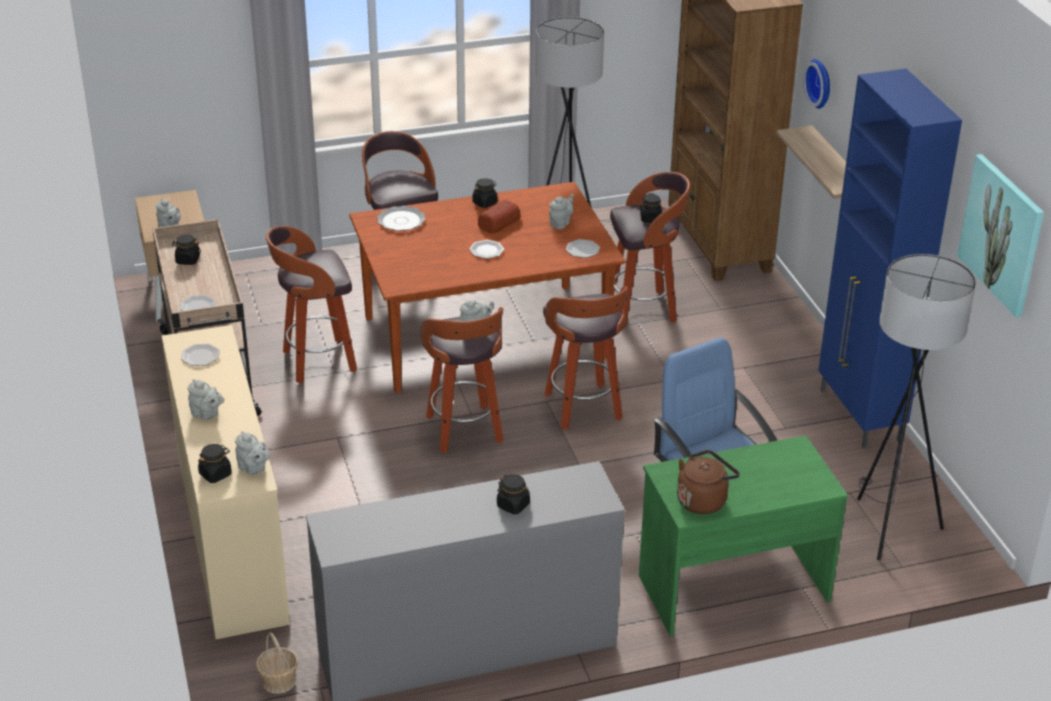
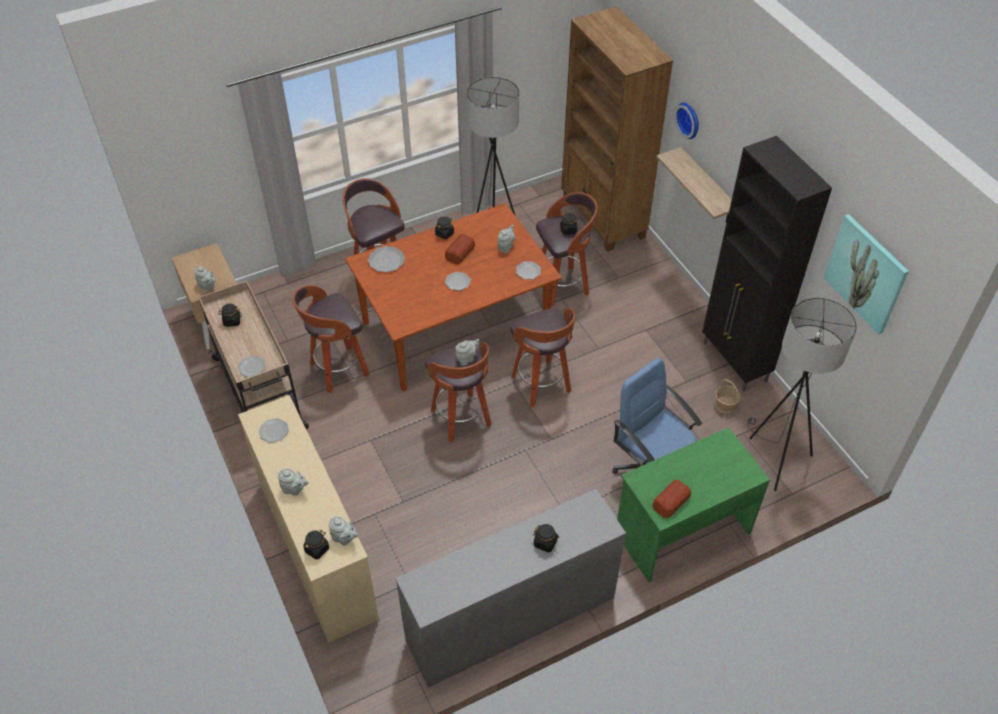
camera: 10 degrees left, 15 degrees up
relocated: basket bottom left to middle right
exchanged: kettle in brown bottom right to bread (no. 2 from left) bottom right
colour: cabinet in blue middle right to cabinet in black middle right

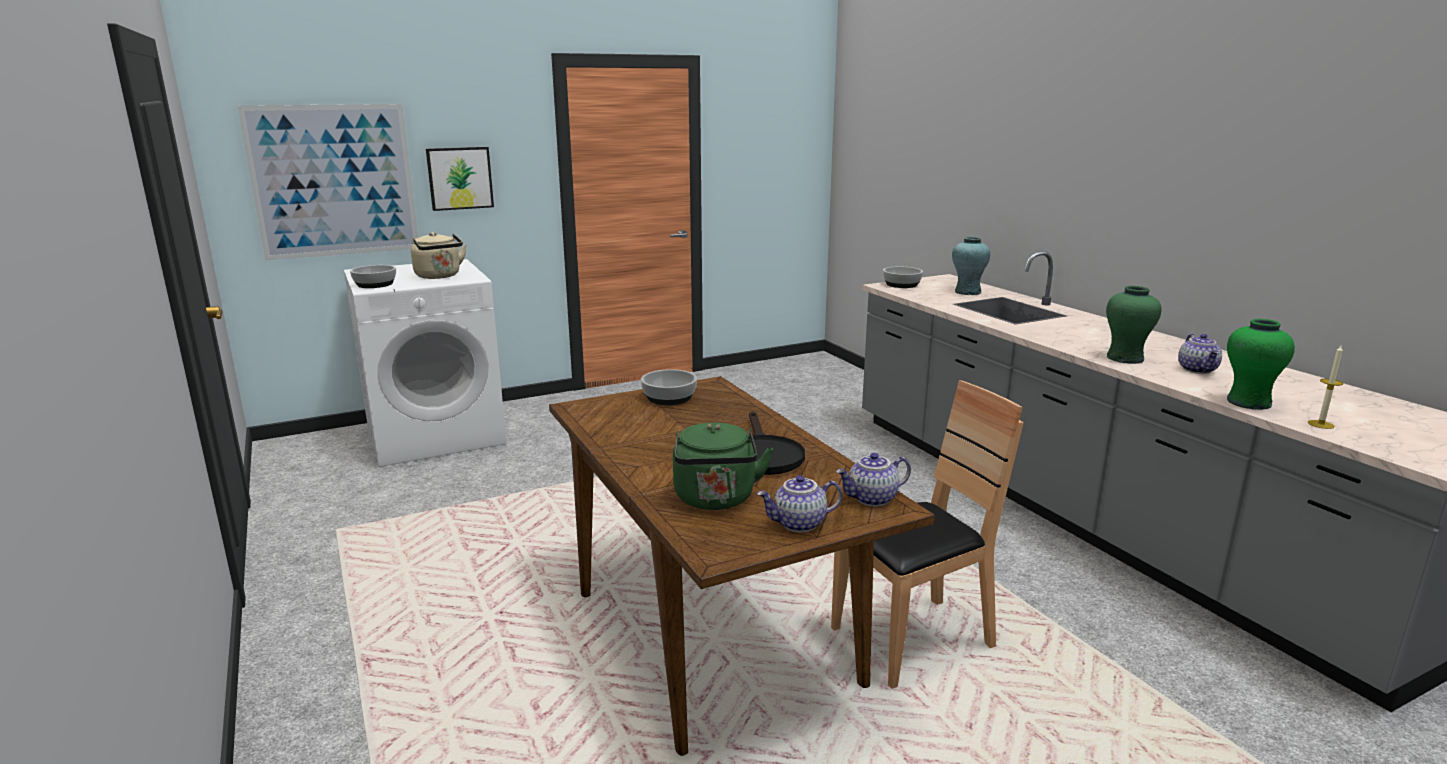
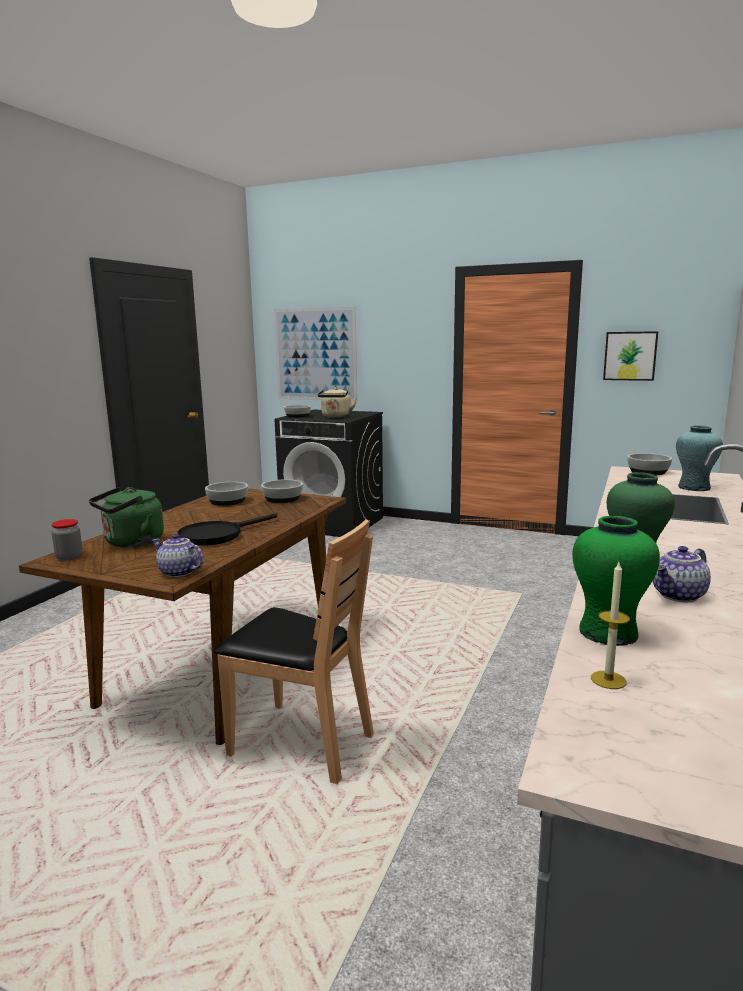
camera: 50 degrees right, 5 degrees down
missing: teapot (no. 1 from left) centre
appeared: jar middle left; bowl (no. 1 from left) middle left
relocated: picture (no. 2 from left) top left to middle right
colour: washing machine in white middle left to washing machine in black centre

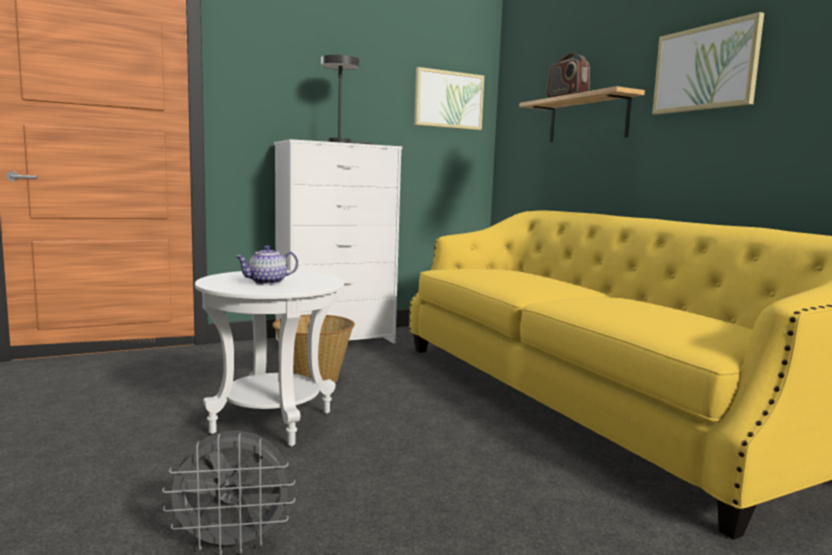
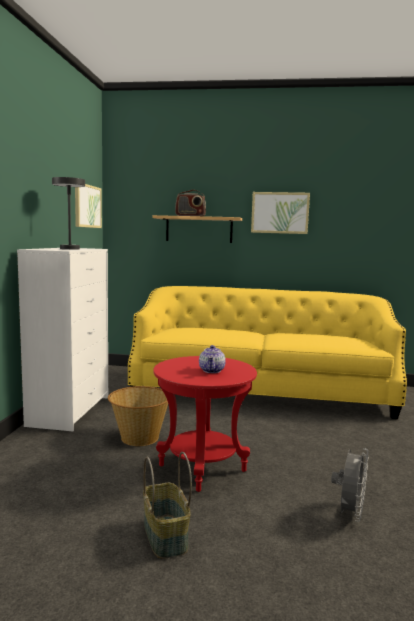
camera: 55 degrees left, 0 degrees up
appeared: basket (no. 2 from left) bottom centre
colour: side table in white middle left to side table in red bottom centre

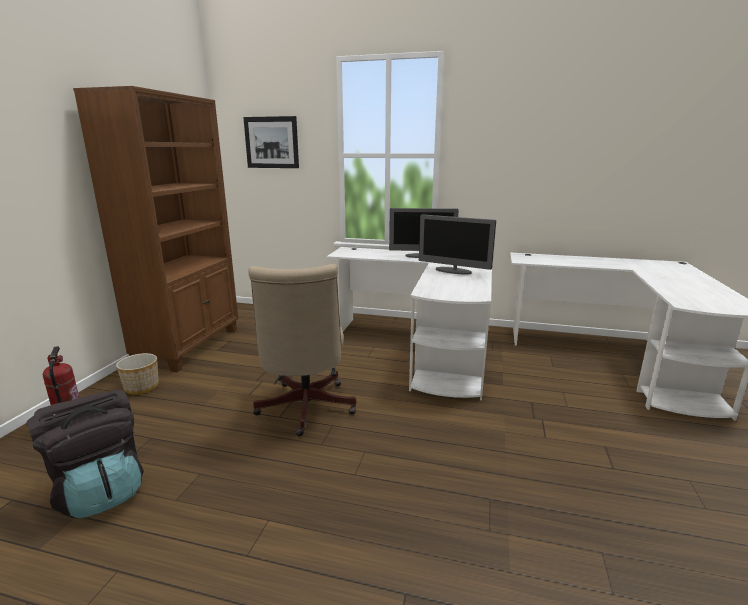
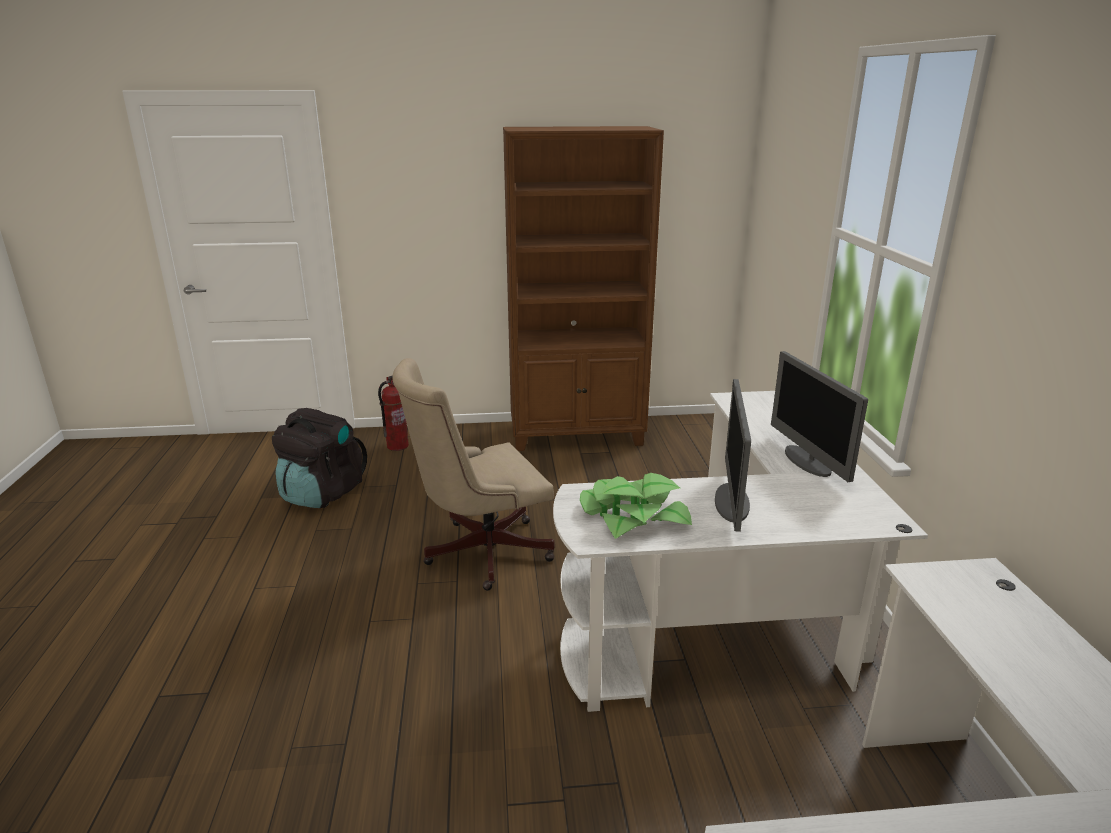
camera: 70 degrees right, 5 degrees up
missing: planter middle left; picture top centre
appeared: potted plant centre

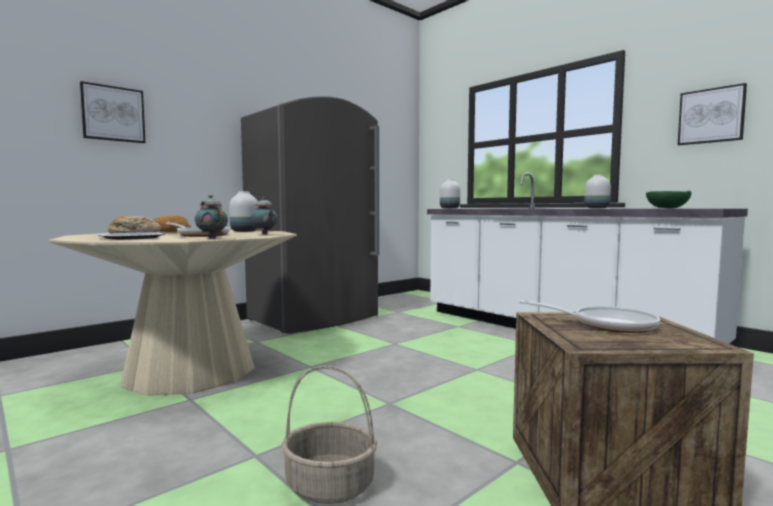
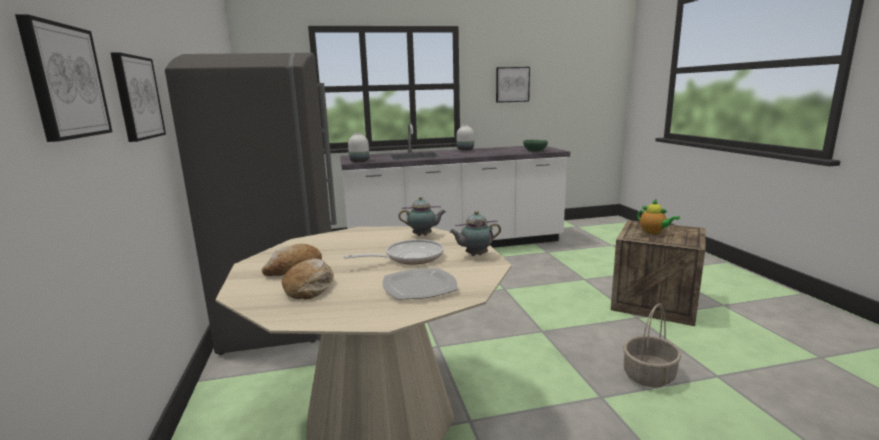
camera: 60 degrees left, 10 degrees up
missing: vase in white (no. 1 from left) middle left
appeared: picture (no. 2 from left) top left
exchanged: frying pan (no. 2 from left) middle right to teapot (no. 3 from left) middle right

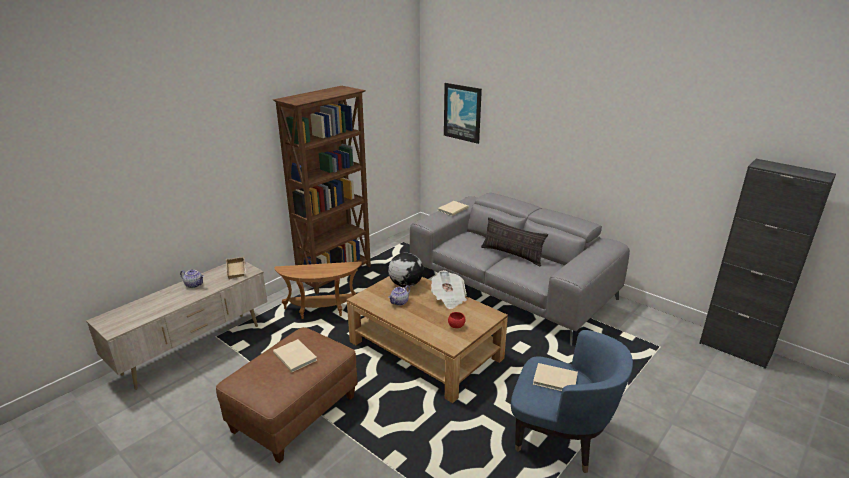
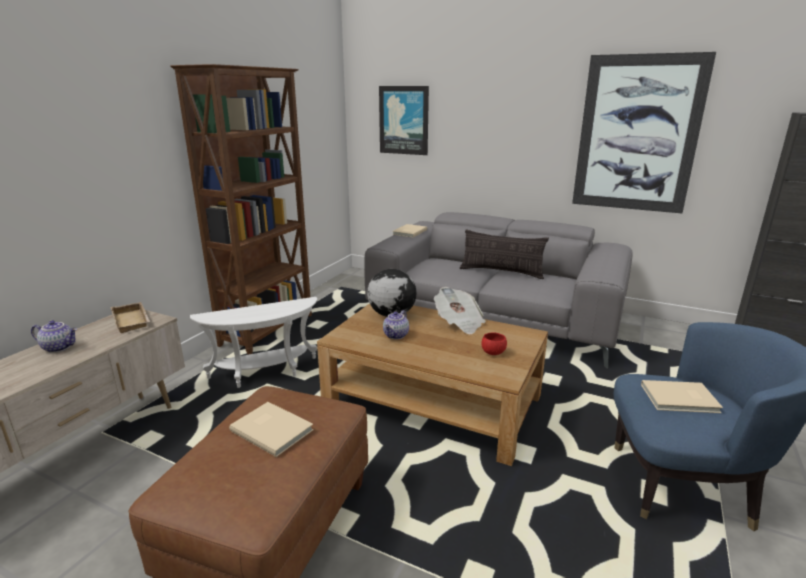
camera: 15 degrees left, 5 degrees down
appeared: picture (no. 2 from left) top right
colour: side table in brown centre to side table in white middle left

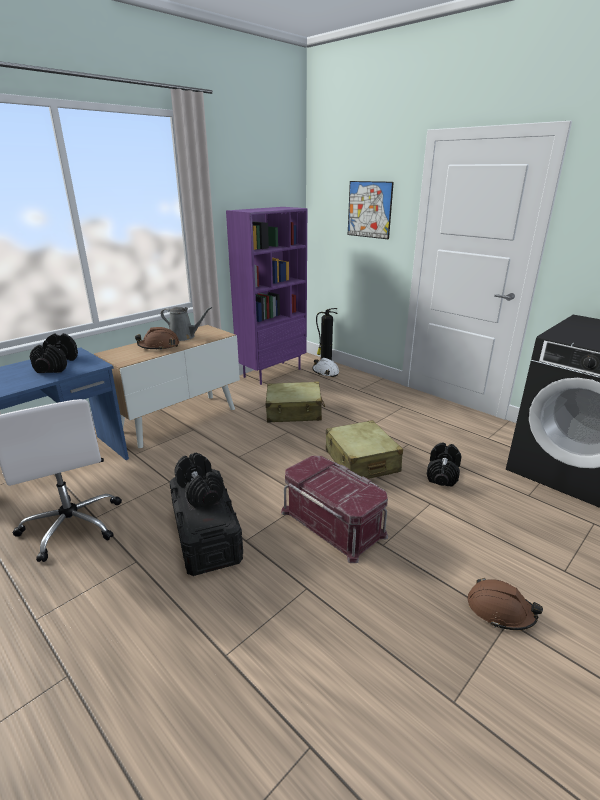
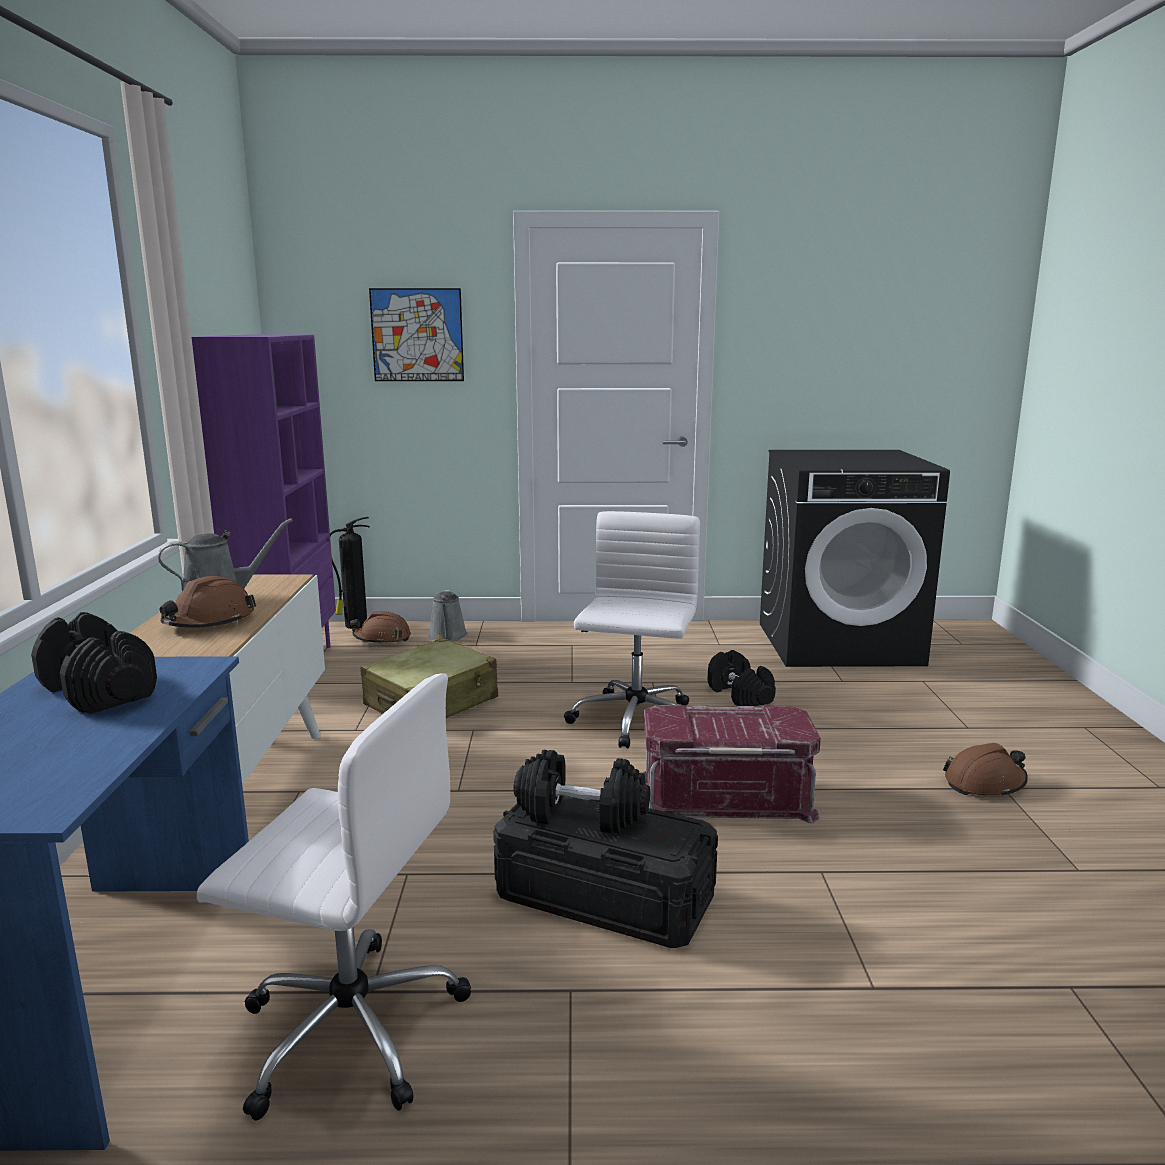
camera: 45 degrees left, 10 degrees down
appeared: watering can in grey (no. 2 from left) centre
exchanged: suitcase in beige (no. 2 from left) centre to office chair in white (no. 2 from left) centre
colour: hard hat in white centre to hard hat in brown (no. 2 from left) middle left

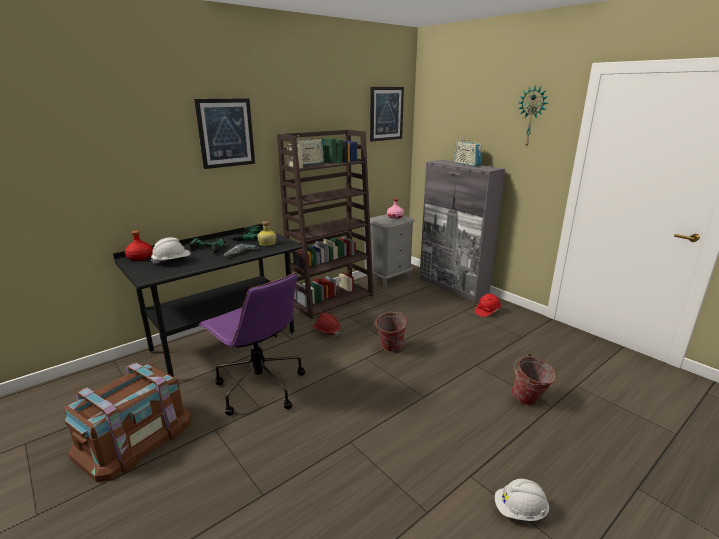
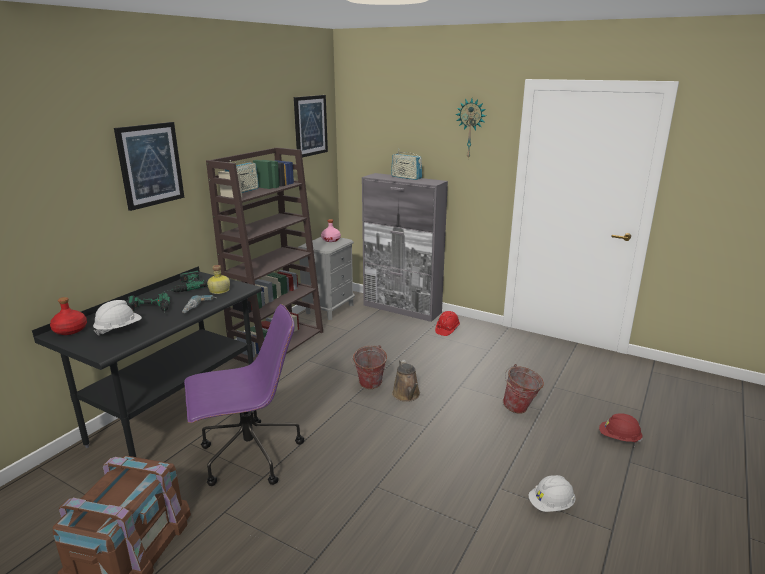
camera: 20 degrees left, 0 degrees up
appeared: watering can in brown centre
relocated: hard hat in red (no. 1 from left in the first image) centre to hard hat in red (no. 2 from left) bottom right
spun: office chair in purple centre = bottom left 45 degrees counterclockwise

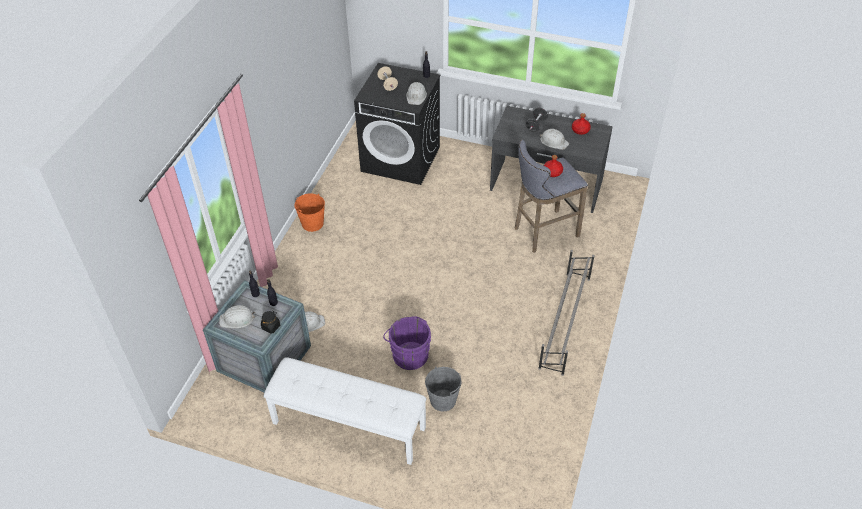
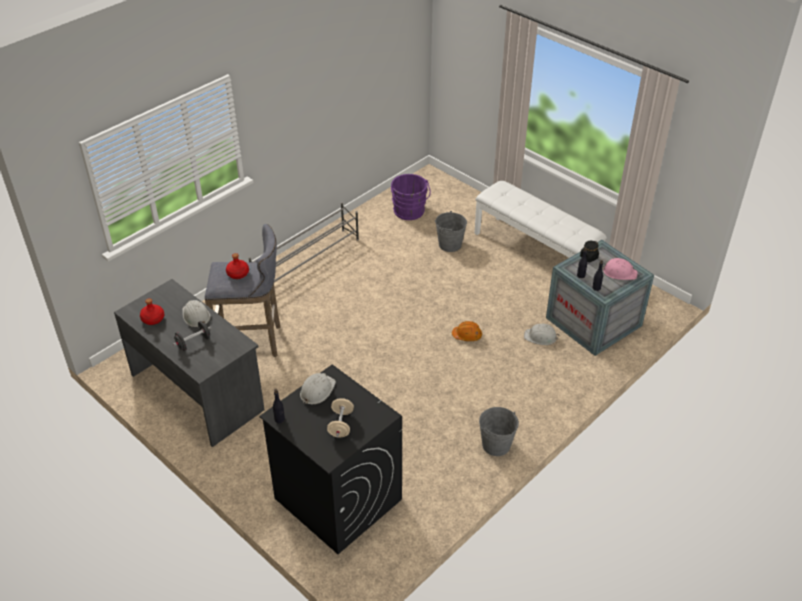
camera: 155 degrees left, 5 degrees down
appeared: hard hat in orange centre
relocated: bucket in purple bottom centre to top centre
colour: bucket in orange centre to bucket in grey (no. 2 from left) bottom centre; hard hat in white (no. 1 from left) middle left to hard hat in pink middle right

